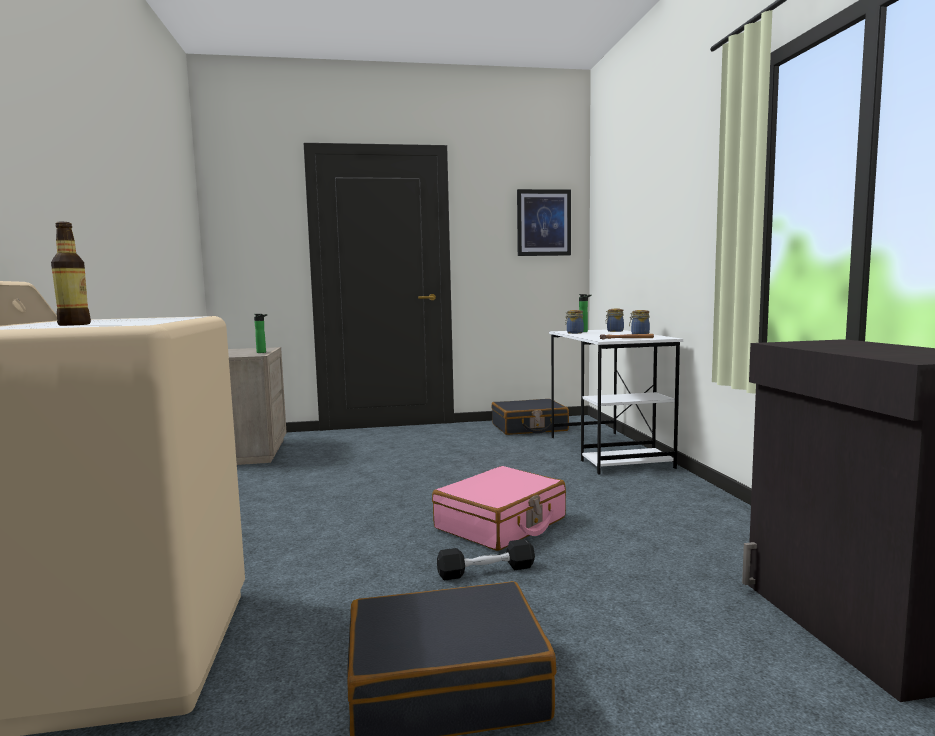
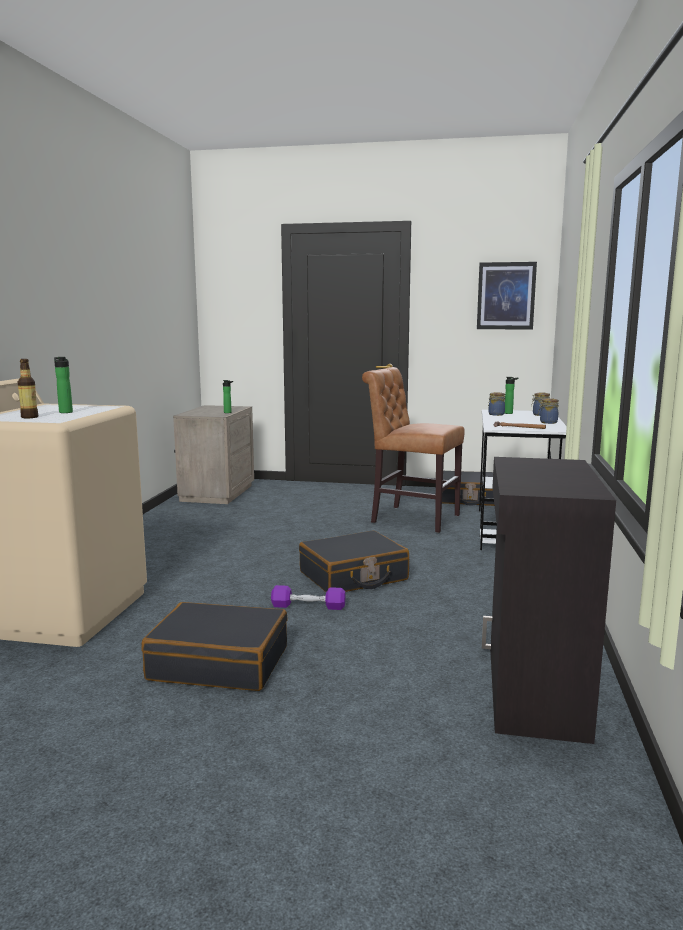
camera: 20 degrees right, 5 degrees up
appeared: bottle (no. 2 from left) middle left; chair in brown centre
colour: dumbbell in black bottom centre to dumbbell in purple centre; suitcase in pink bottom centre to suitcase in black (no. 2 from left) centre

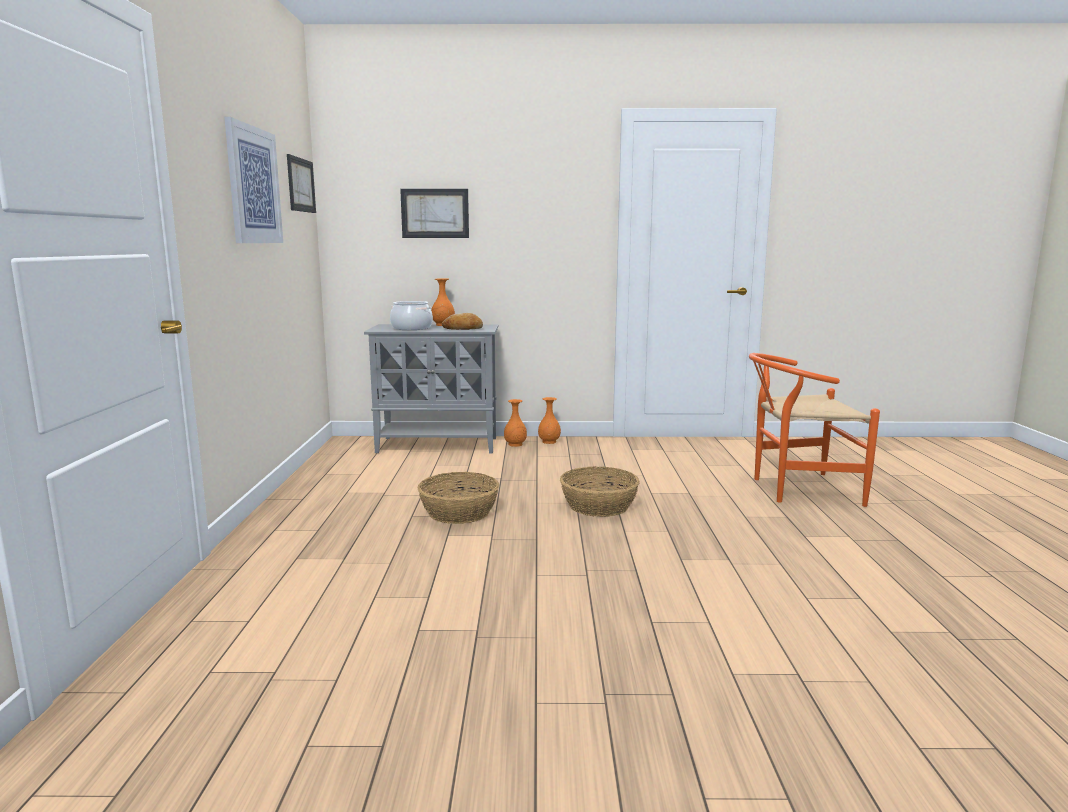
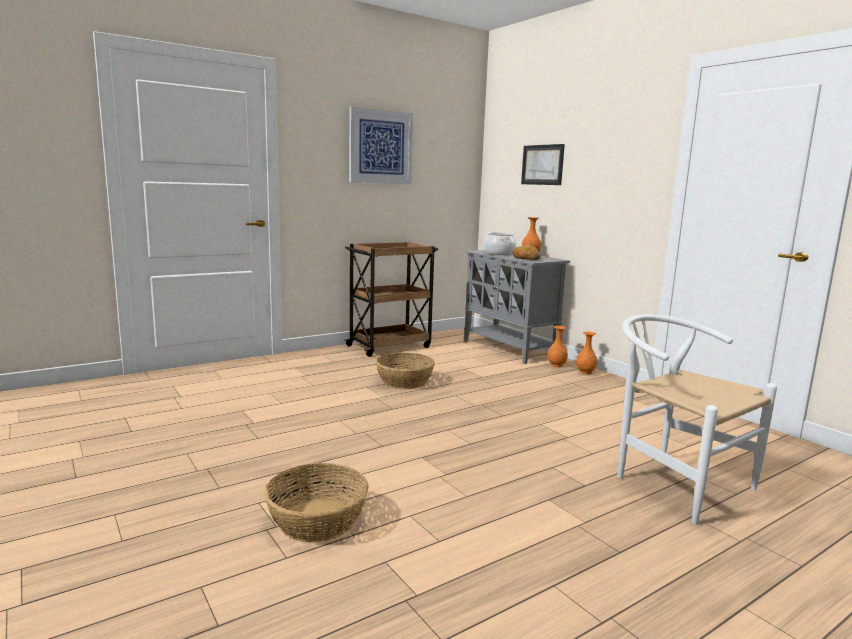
camera: 55 degrees right, 0 degrees up
missing: picture (no. 2 from left) top left
appeared: cart in brown centre
relocated: basket (no. 2 from left in the first image) centre to basket (no. 1 from left) bottom centre
colour: chair in orange middle right to chair in white middle right

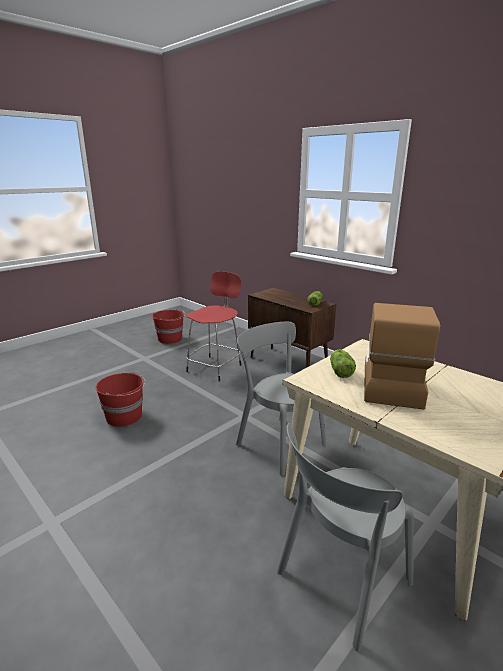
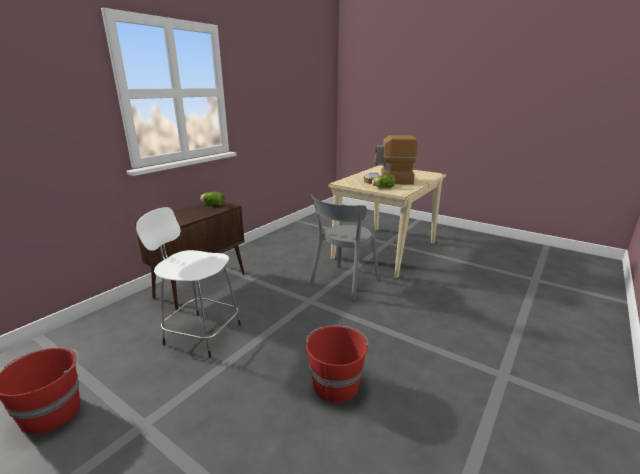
camera: 100 degrees left, 0 degrees up
missing: chair in grey (no. 2 from left) bottom right
colour: stool in red centre to stool in white middle left

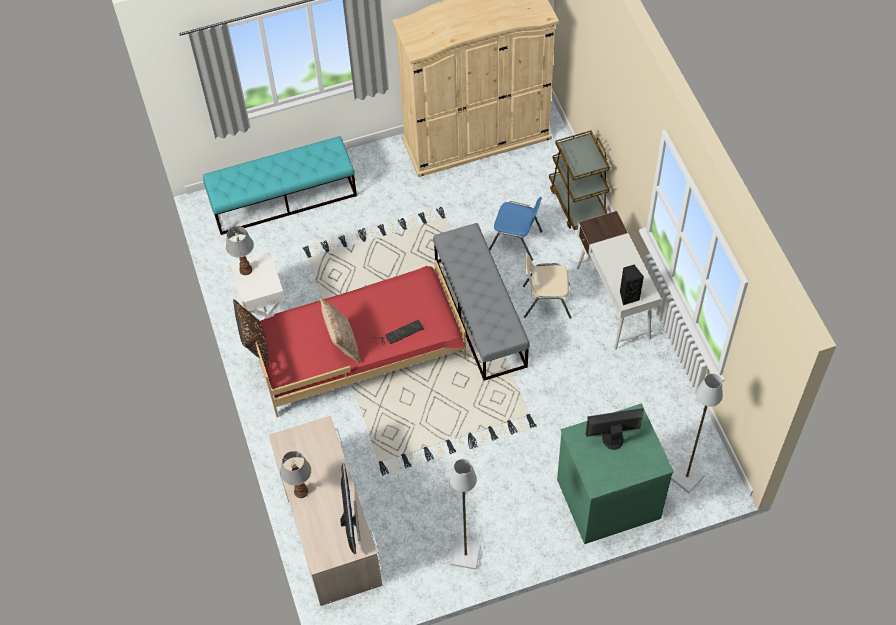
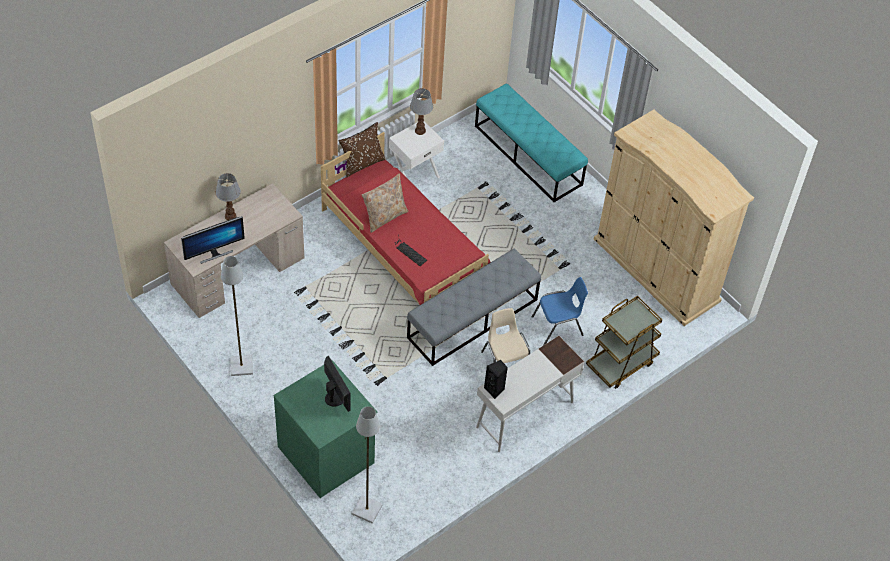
camera: 65 degrees right, 5 degrees down
spun: chair in blue centre = centre 105 degrees counterclockwise

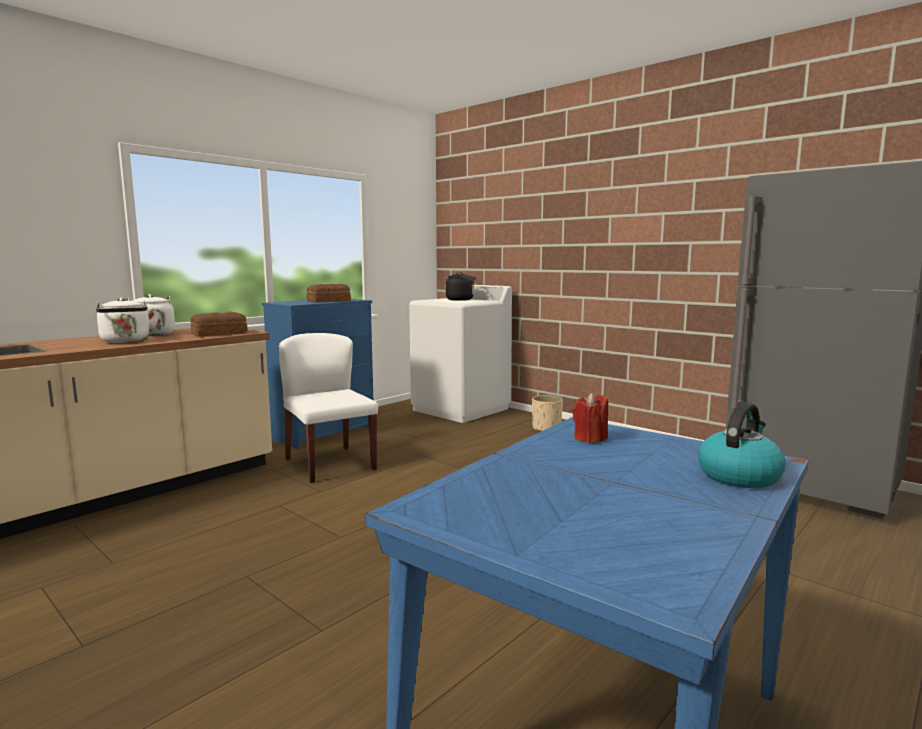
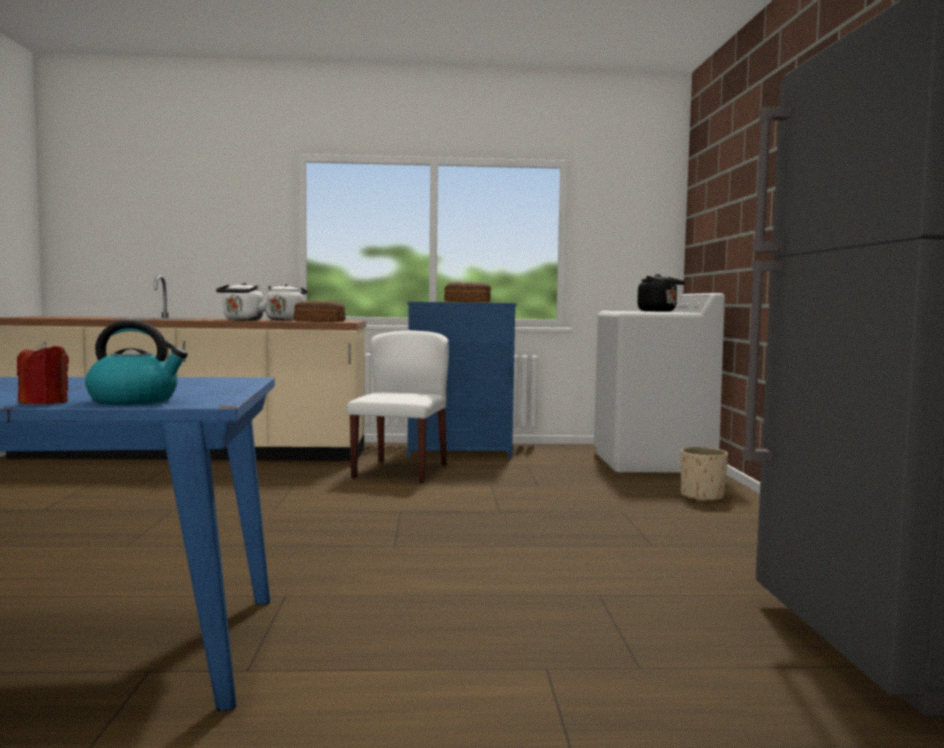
camera: 45 degrees right, 5 degrees down
relocated: candle in red centre to middle left

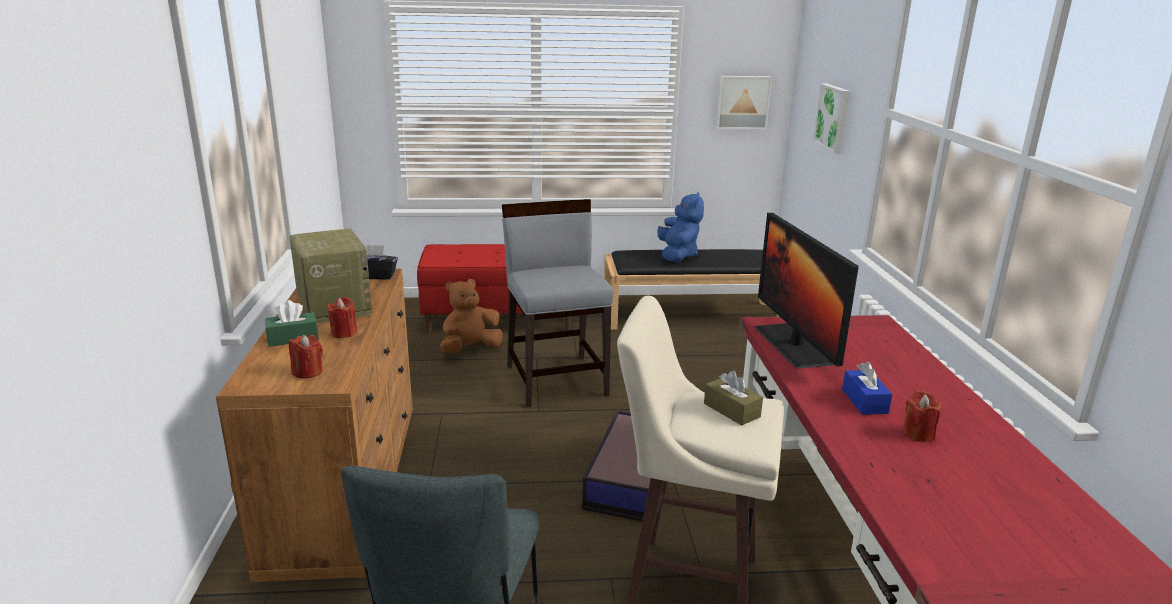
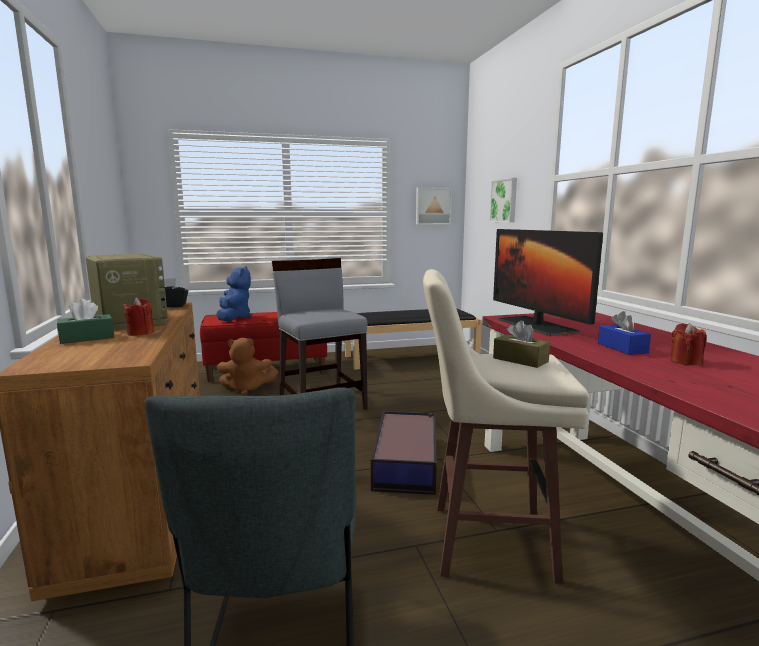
camera: 10 degrees left, 10 degrees down
missing: candle in red (no. 1 from left) middle left
relocated: plush toy in blue centre to middle left
spun: plush toy in brown centre = middle left 135 degrees counterclockwise

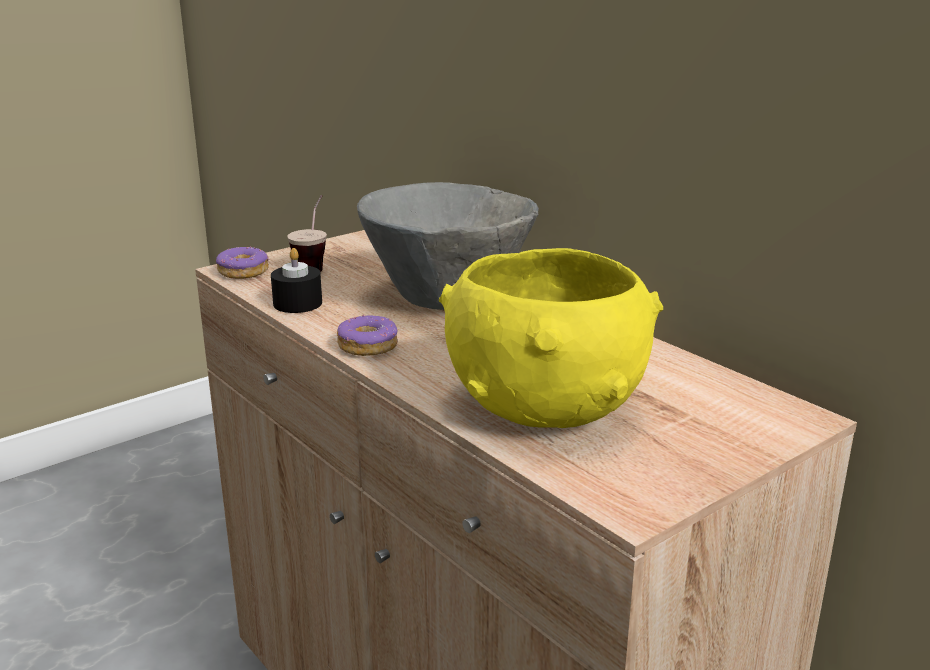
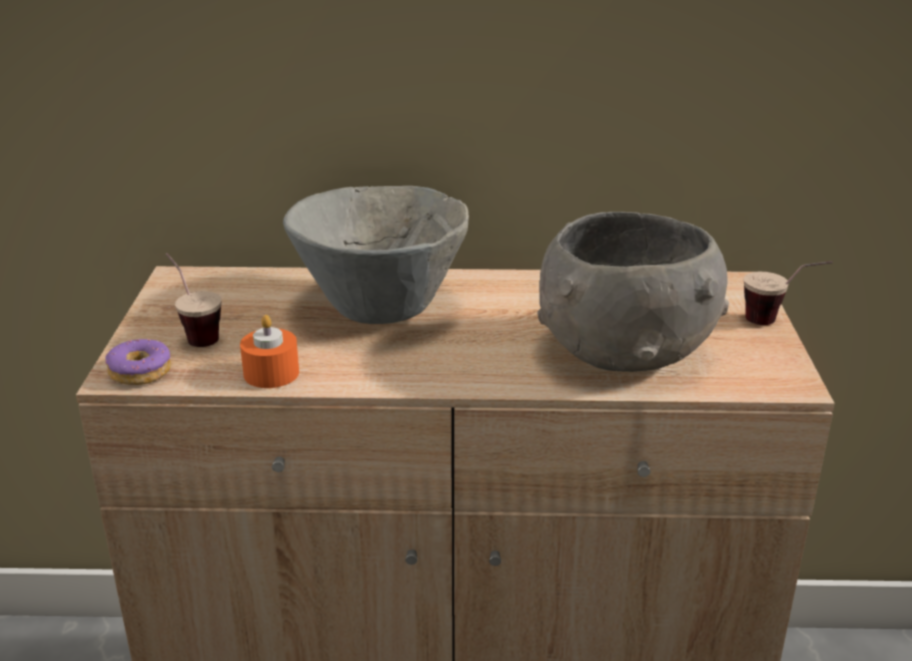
camera: 50 degrees left, 5 degrees up
missing: donut (no. 2 from left) centre
appeared: cup (no. 2 from left) middle right
colour: candle in black middle left to candle in orange middle left; bowl in yellow centre to bowl in grey (no. 2 from left) middle right

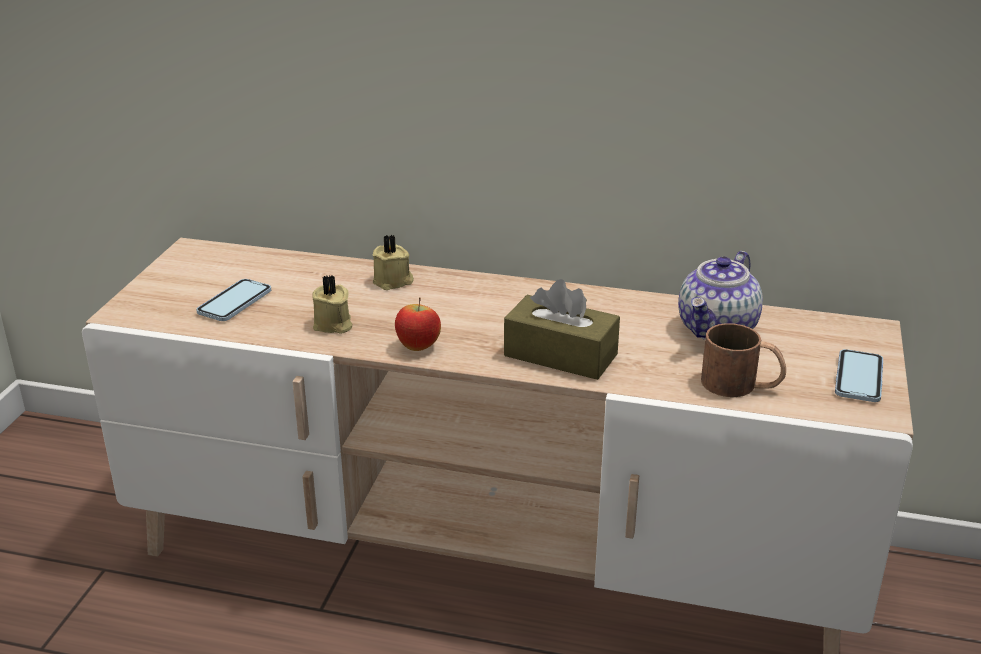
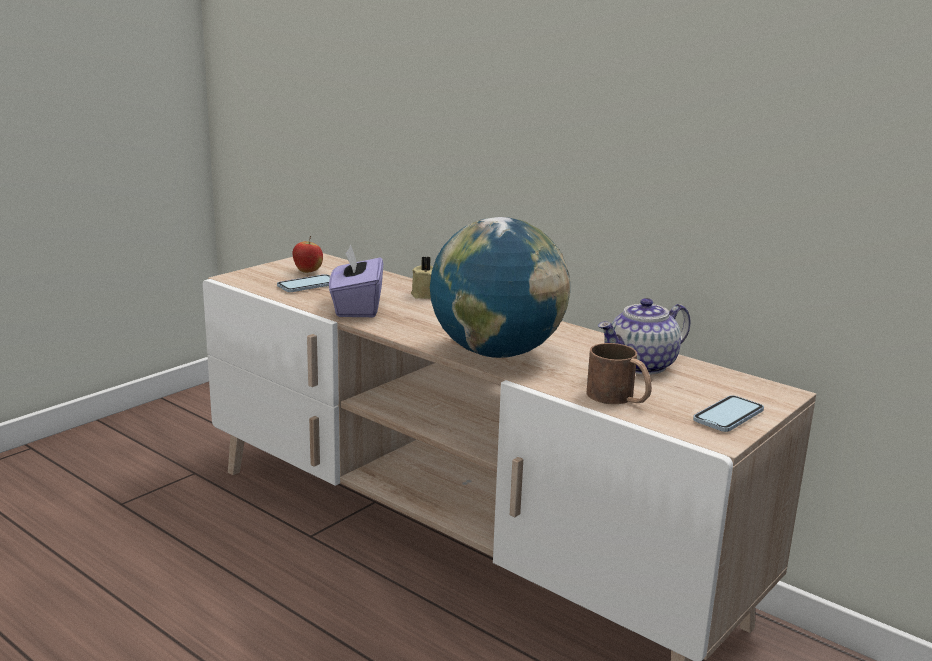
camera: 25 degrees right, 10 degrees down
relocated: apple centre to middle left
exchanged: candle in beige (no. 1 from left) centre to tissue box in purple centre; tissue box in brown centre to globe centre

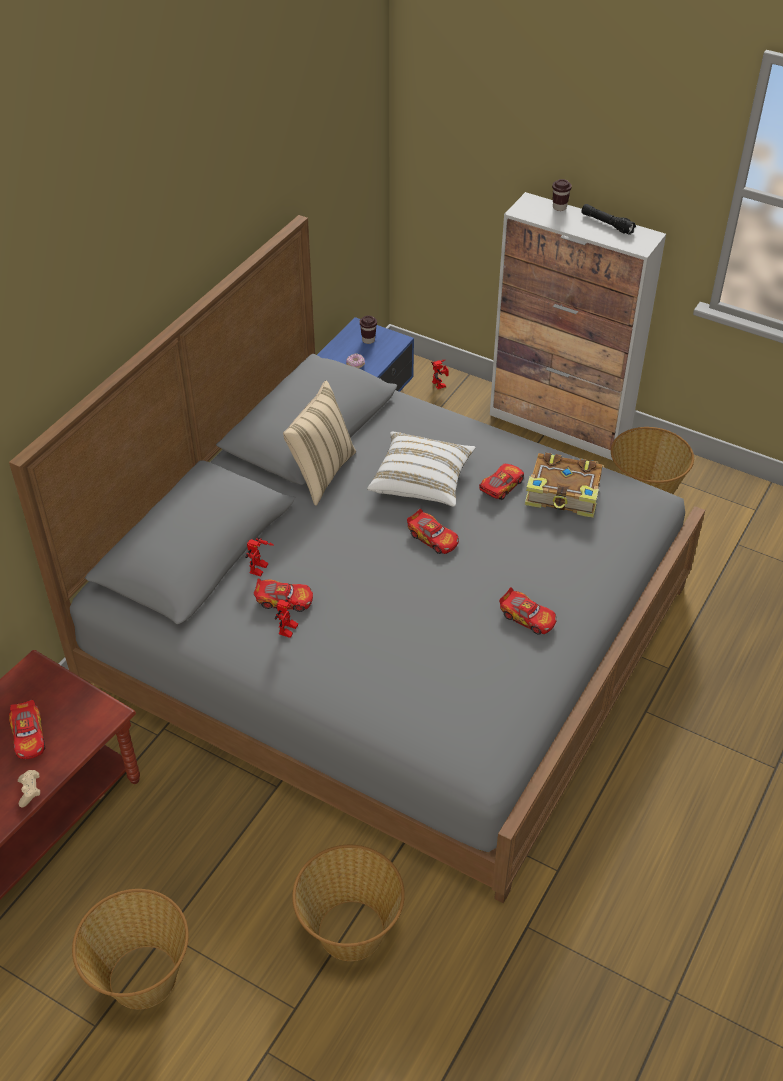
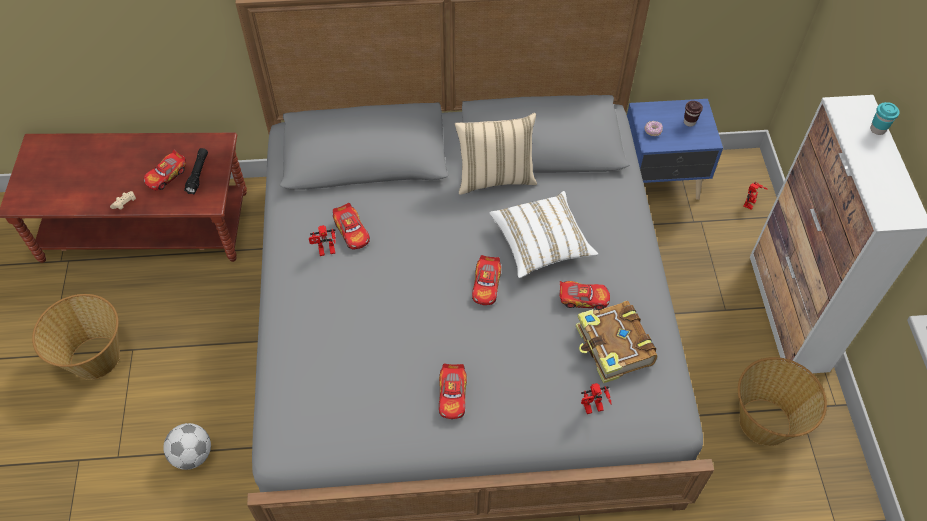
camera: 55 degrees right, 10 degrees up
relocated: flashlight in black top right to top left; toy robot (no. 1 from left in the first image) middle left to toy robot (no. 2 from left) bottom centre
exchanged: basket (no. 2 from left) bottom centre to football bottom left
colour: cup in brown (no. 2 from left) top right to cup in turquoise top right

